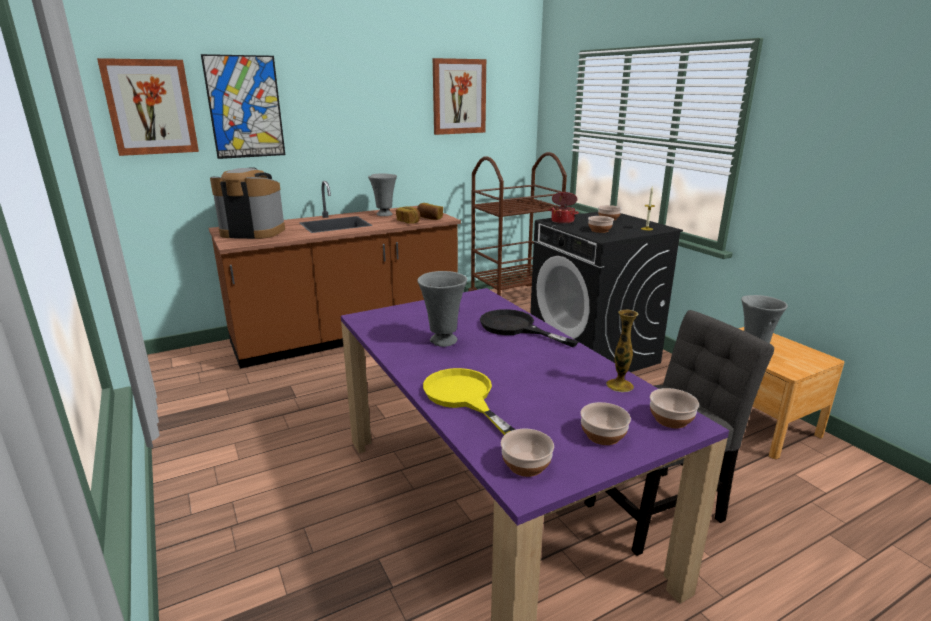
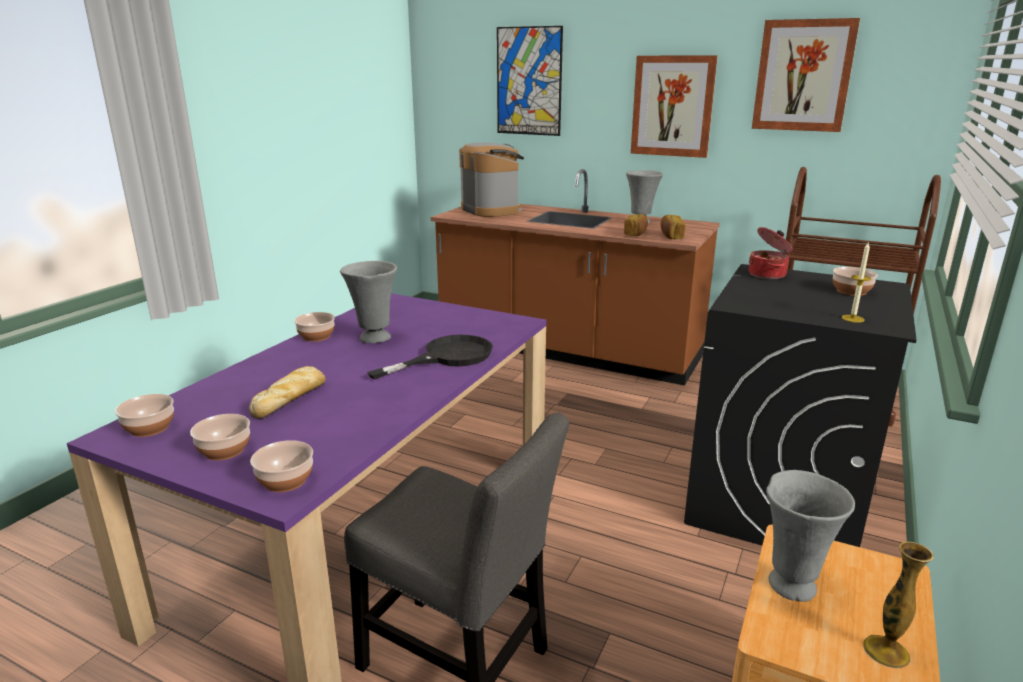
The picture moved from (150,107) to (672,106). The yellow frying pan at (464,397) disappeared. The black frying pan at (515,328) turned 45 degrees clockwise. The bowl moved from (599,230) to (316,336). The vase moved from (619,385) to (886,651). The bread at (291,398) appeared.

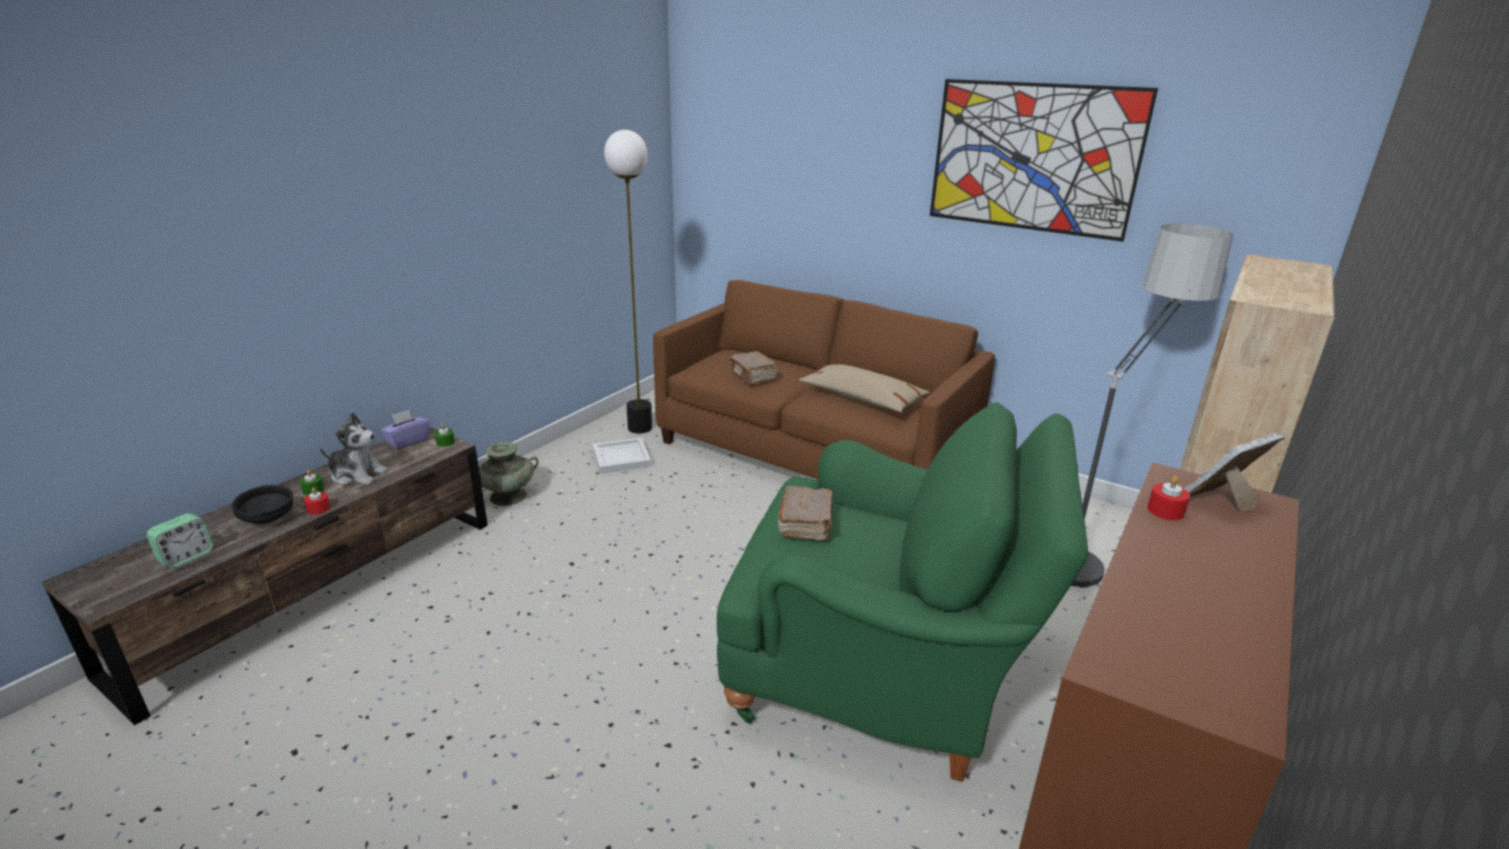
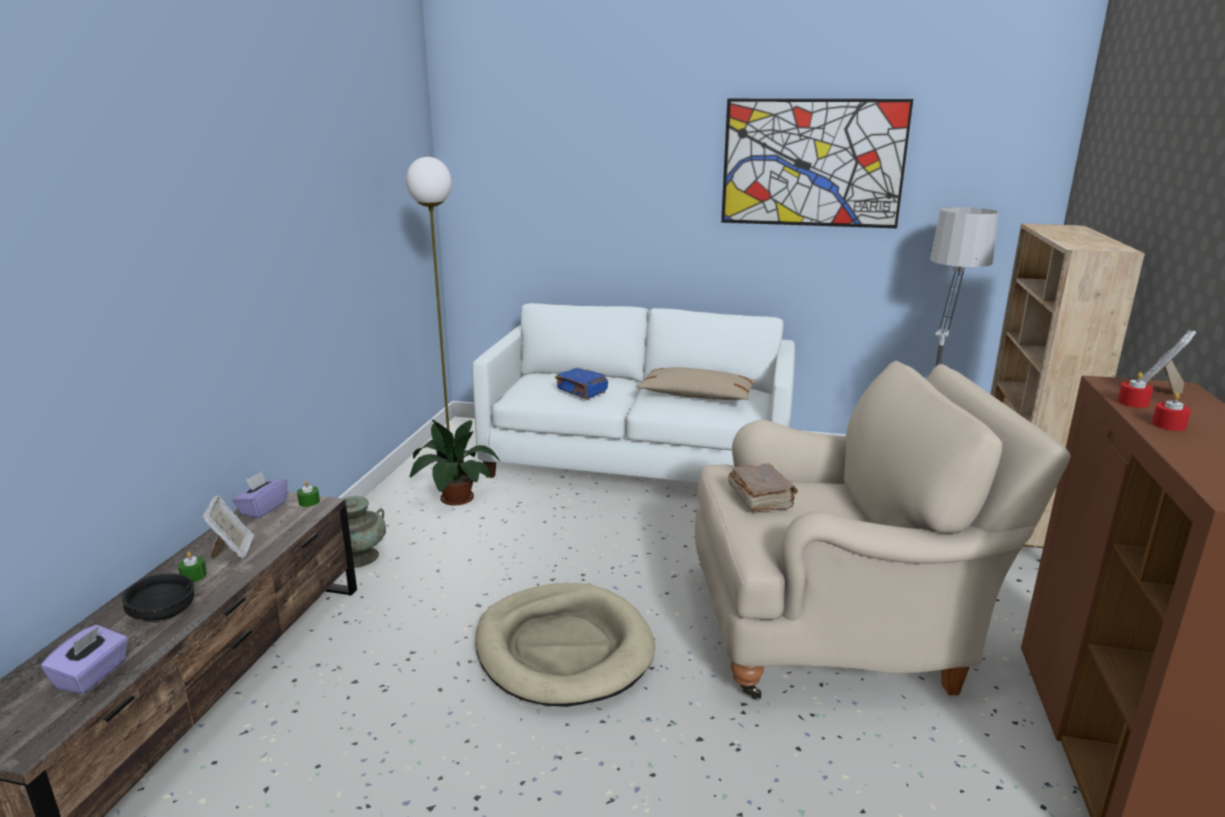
The alarm clock at (186,557) was replaced by the purple tissue box at (93,675). The red candle moved from (318,508) to (1168,425). The plush toy at (357,475) was replaced by the picture frame at (233,551). The white tray at (622,457) was replaced by the potted plant at (454,498). The brown sofa at (814,454) became the white sofa at (639,462). The green armchair at (882,676) became the beige armchair at (836,631). The brown book at (753,376) became the blue book at (582,391). The beige dog bed at (563,649) appeared.

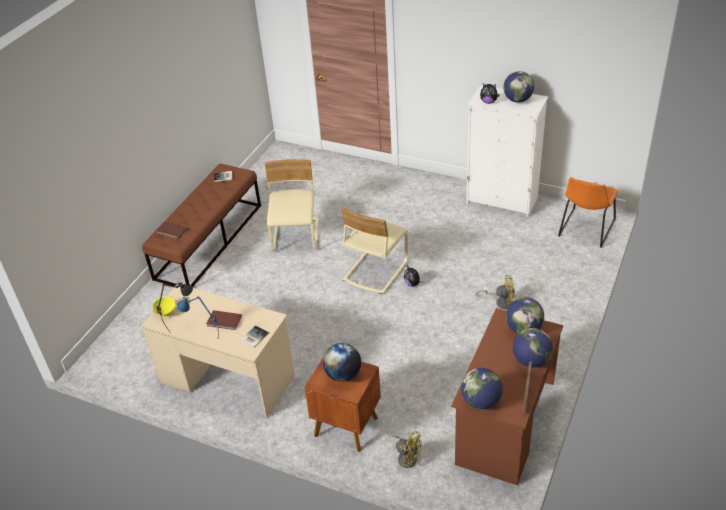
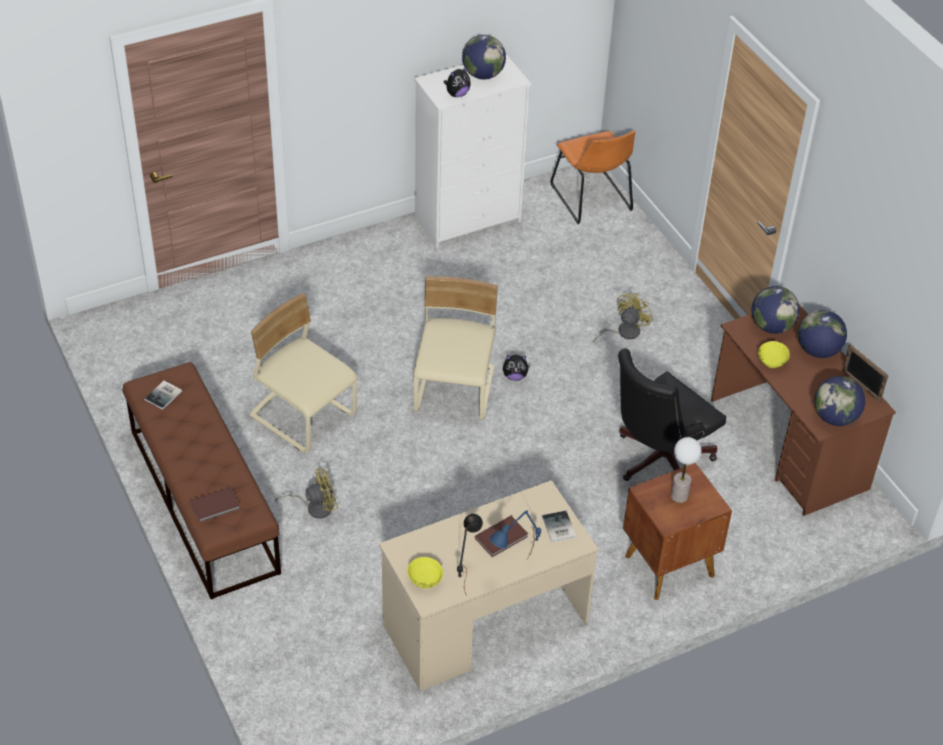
The globe at (343,375) was replaced by the table lamp at (679,496). The beige chair at (375,271) turned 150 degrees counterclockwise. The yellow fan moved from (406,456) to (314,507). The black office chair at (657,461) appeared. The yellow bowl at (771,363) appeared.

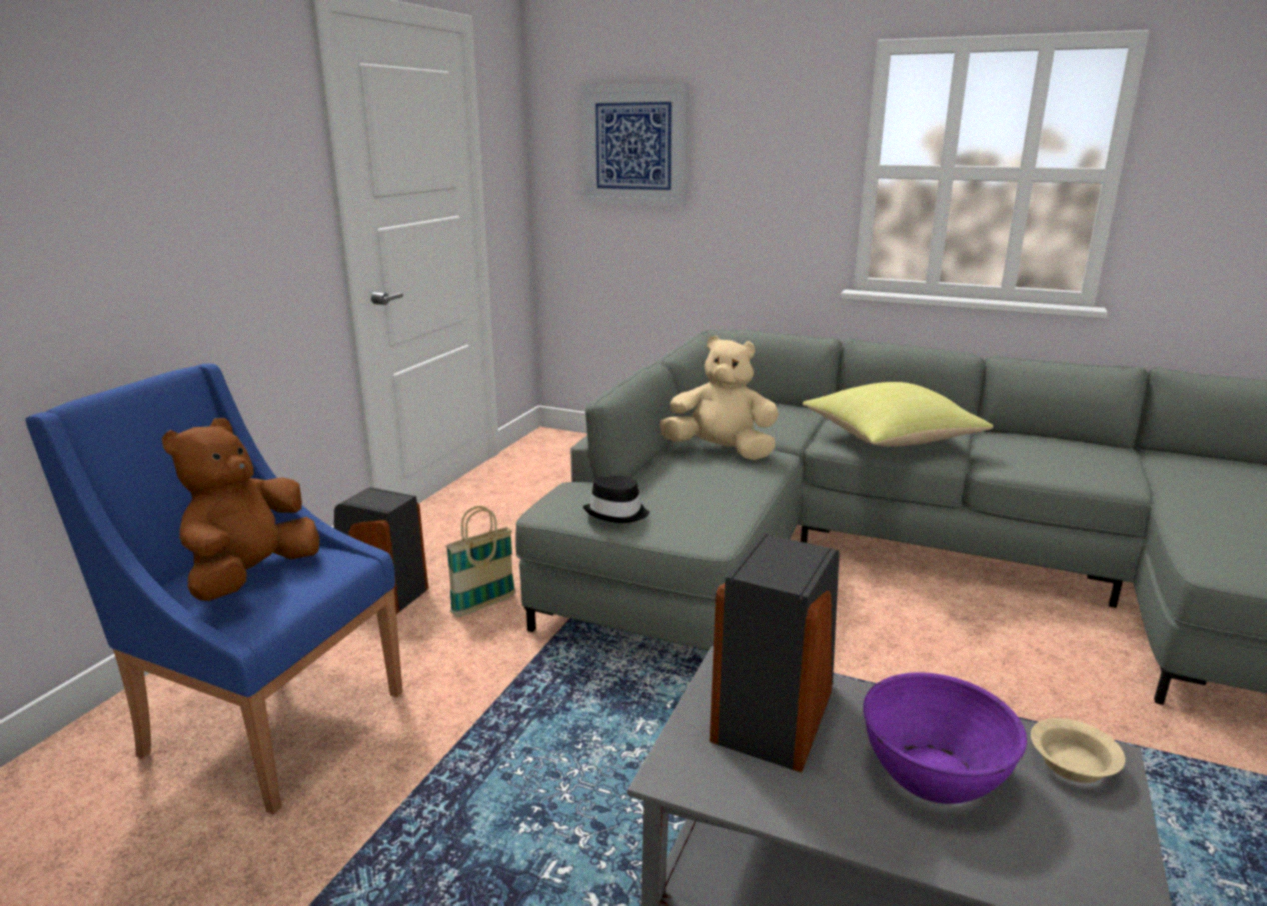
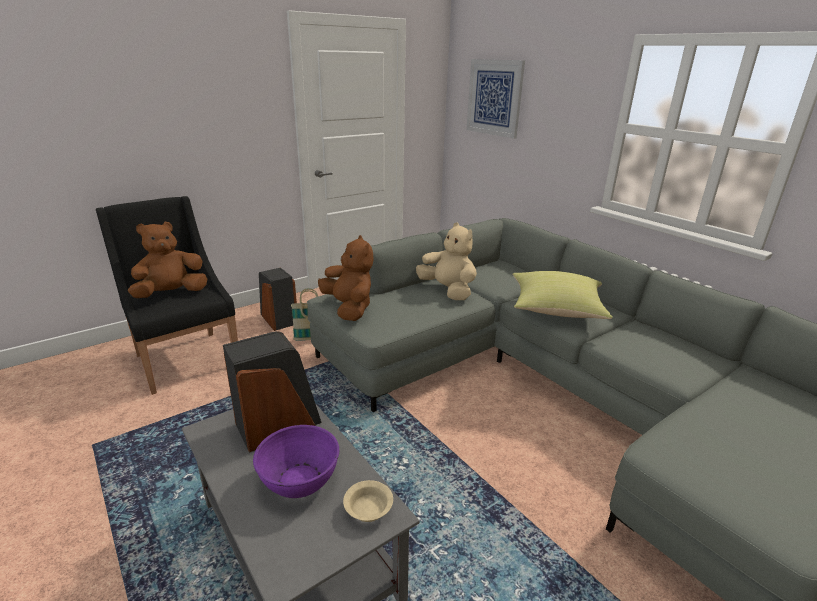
The blue armchair at (267,722) became the black armchair at (185,359). The black hat at (618,512) was replaced by the brown plush toy at (349,308).

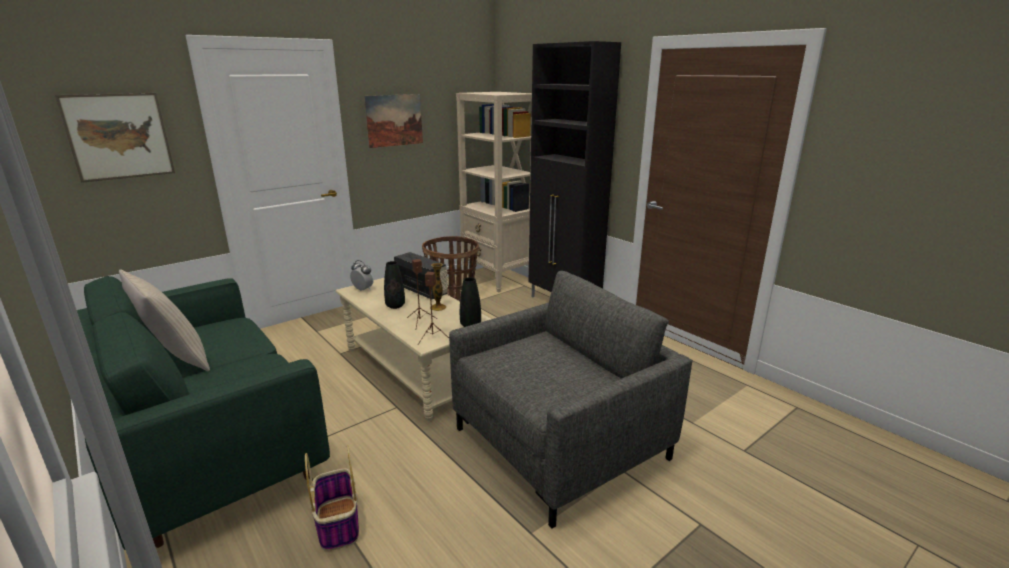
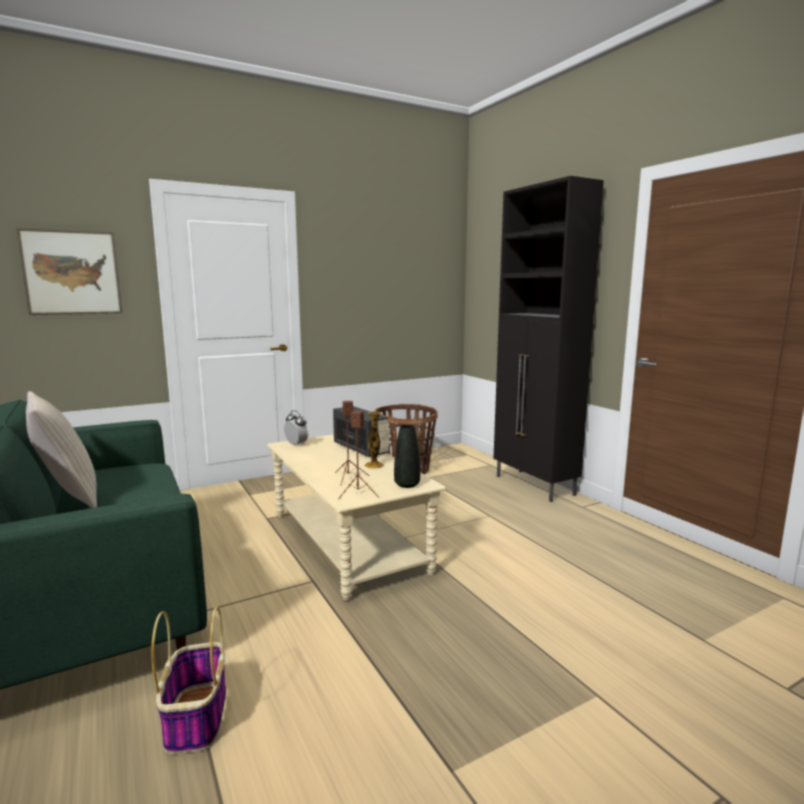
The picture at (394,120) disappeared. The black vase at (395,306) disappeared. The grey armchair at (560,444) disappeared. The beige bookcase at (498,278) disappeared.

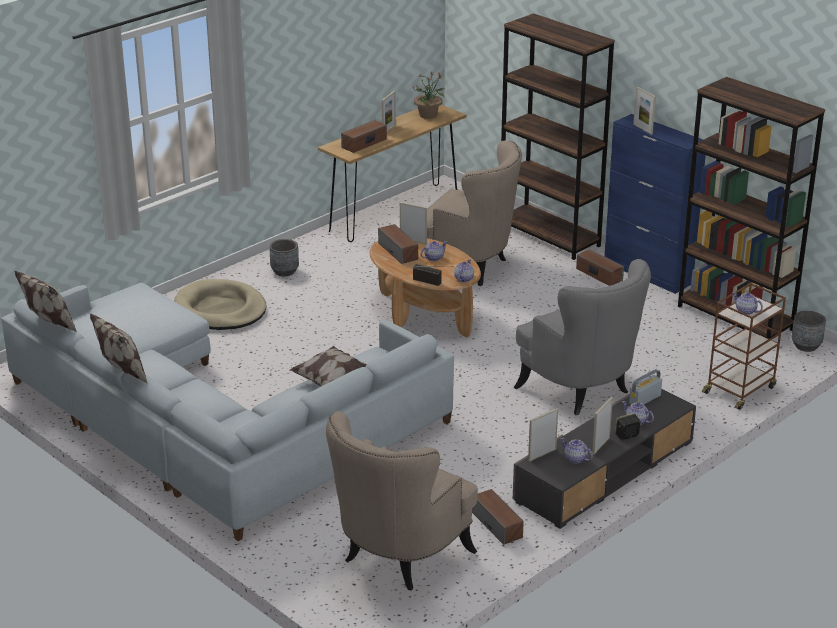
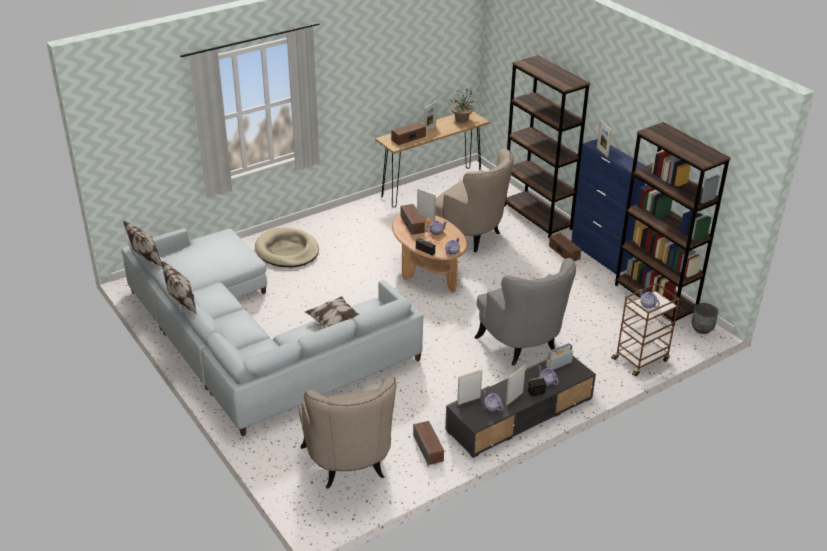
The grey planter at (285,271) disappeared. The beige armchair at (398,557) turned 60 degrees counterclockwise.

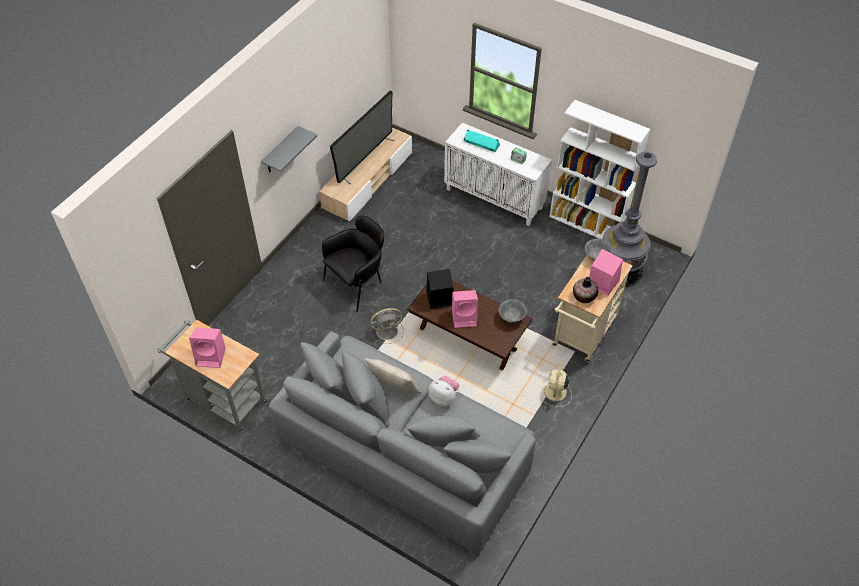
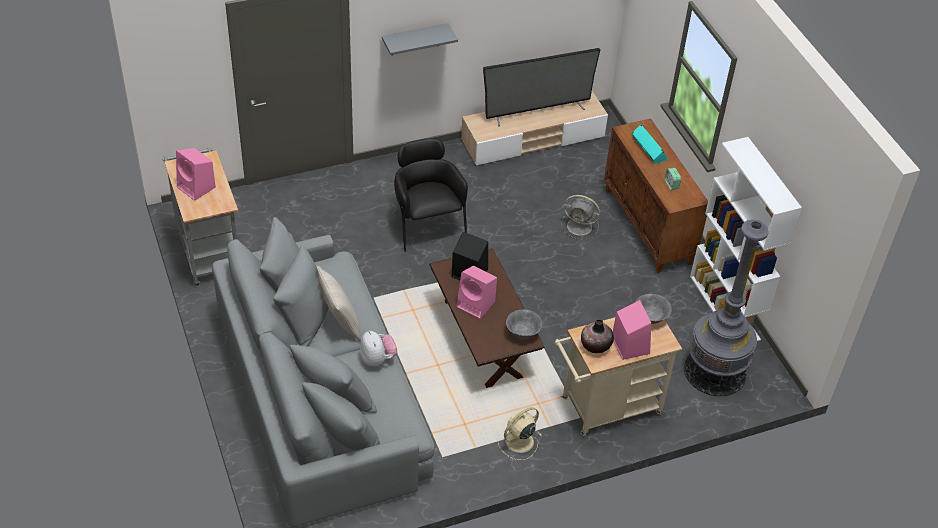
The black armchair at (357,283) turned 105 degrees counterclockwise. The grey fan moved from (388,331) to (580,227). The white cabinet at (495,198) became the brown cabinet at (648,226).

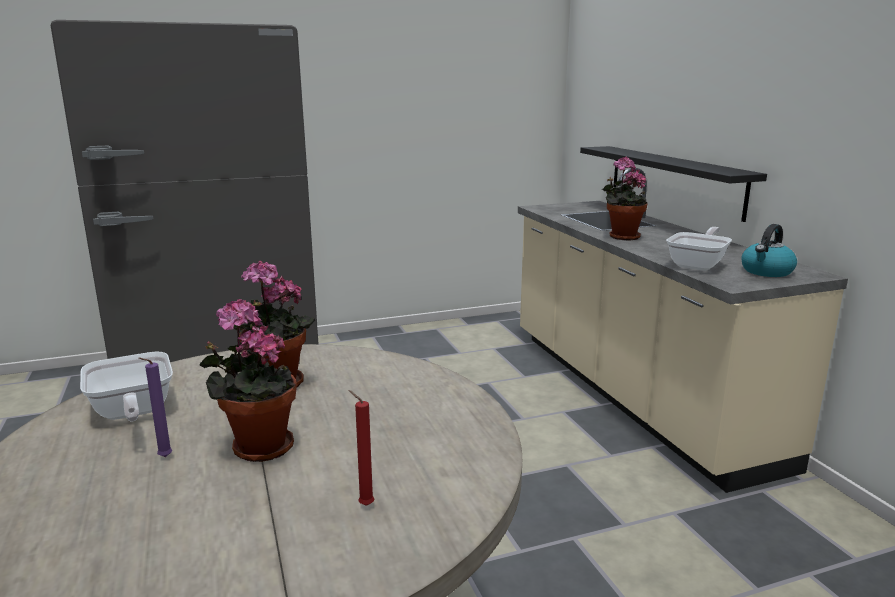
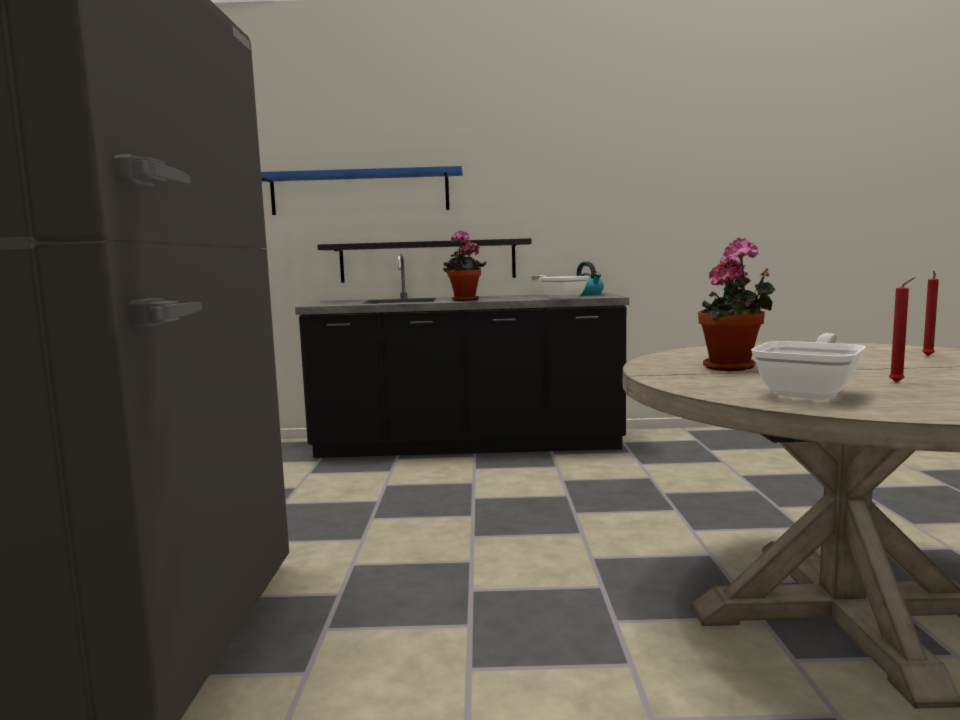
The frying pan at (132,413) turned 45 degrees counterclockwise. The purple candle at (163,458) became the red candle at (898,383). The potted plant at (257,447) disappeared. The beige counter at (632,394) became the black counter at (468,446). The blue shelf at (360,192) appeared.

